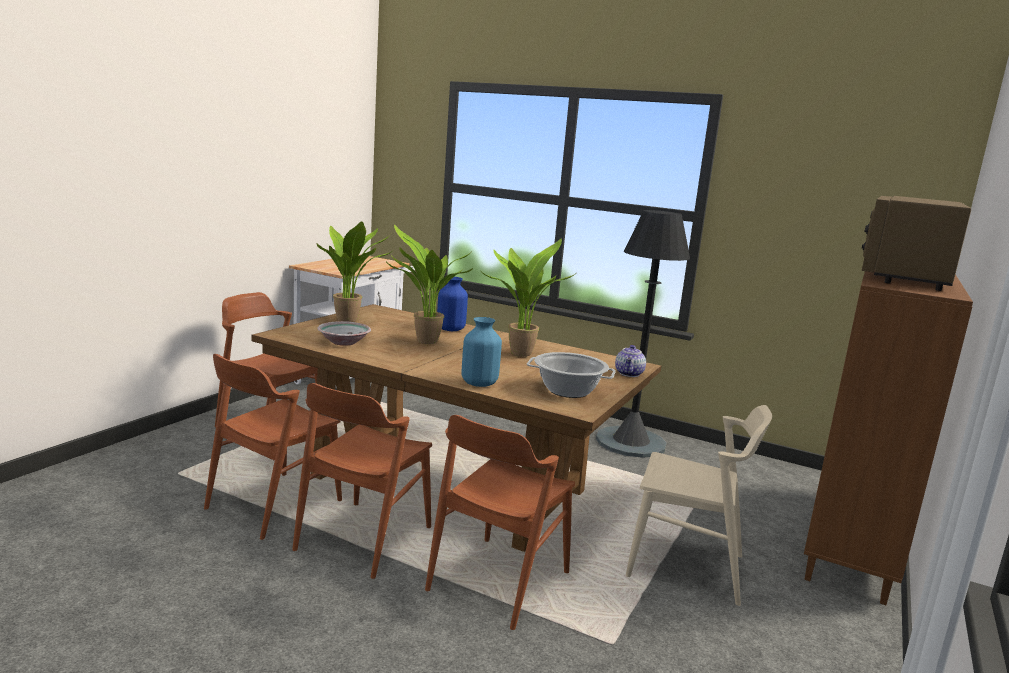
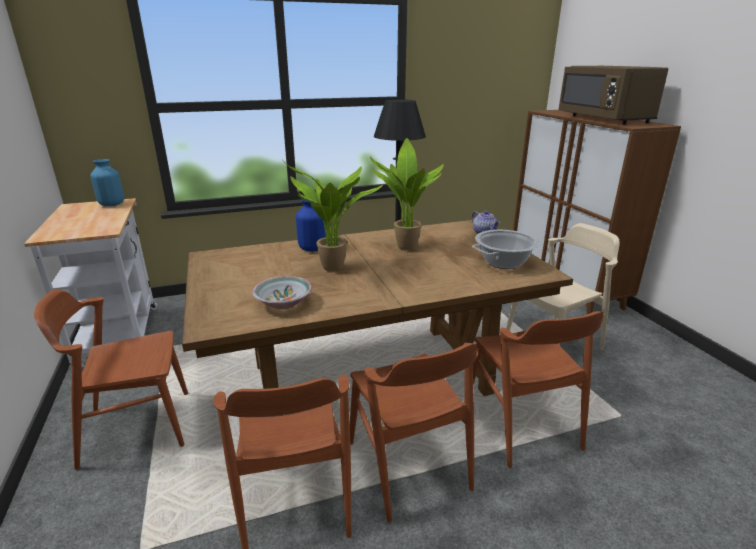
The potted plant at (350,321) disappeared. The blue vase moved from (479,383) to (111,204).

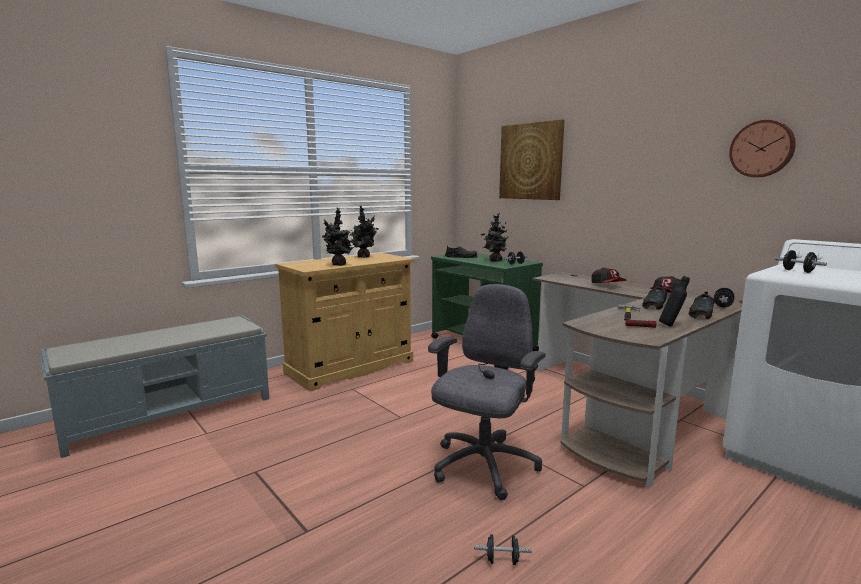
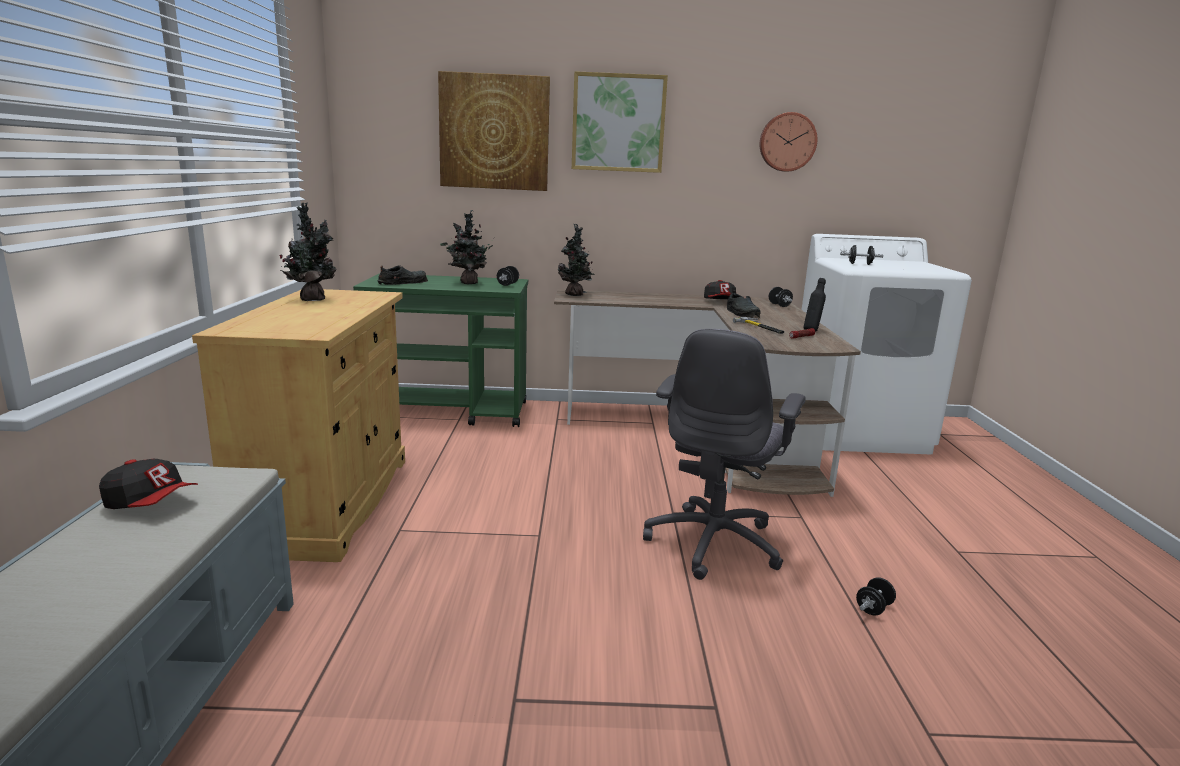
The potted plant moved from (338,265) to (575,295). The grey office chair at (483,467) turned 135 degrees counterclockwise. The cap moved from (607,285) to (151,503). The black shoe at (702,313) disappeared. The picture at (618,123) appeared.

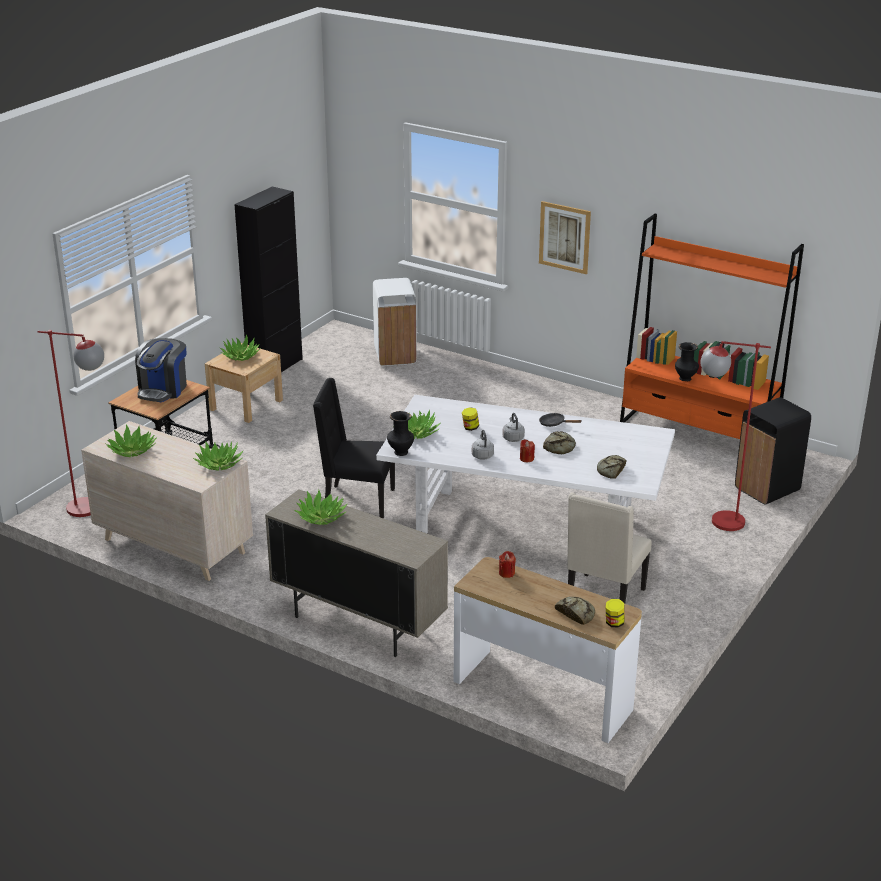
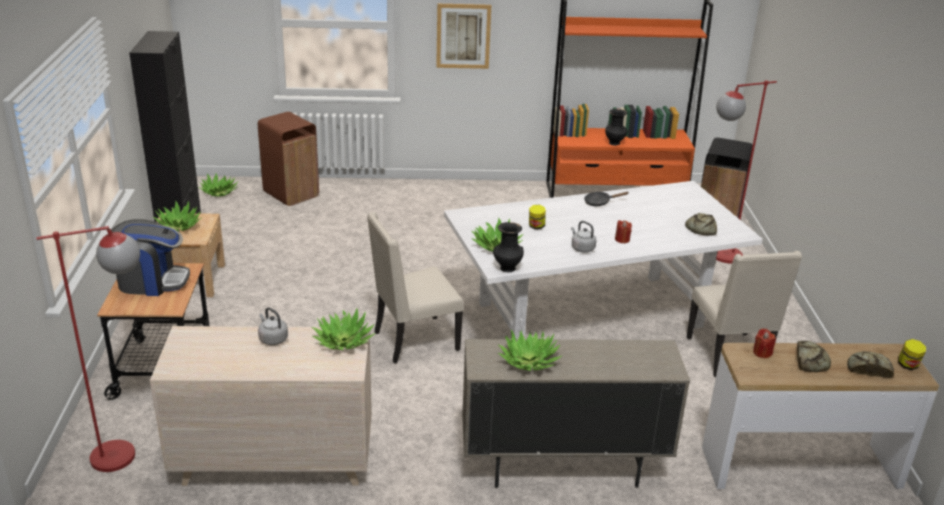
The potted plant moved from (132,450) to (219,192). The coffee machine at (163,390) turned 75 degrees counterclockwise. The black chair at (357,501) became the beige chair at (414,341). The white trash can at (395,355) became the brown trash can at (291,194). The grey kettle moved from (513,438) to (272,339). The bread moved from (560,447) to (810,361).

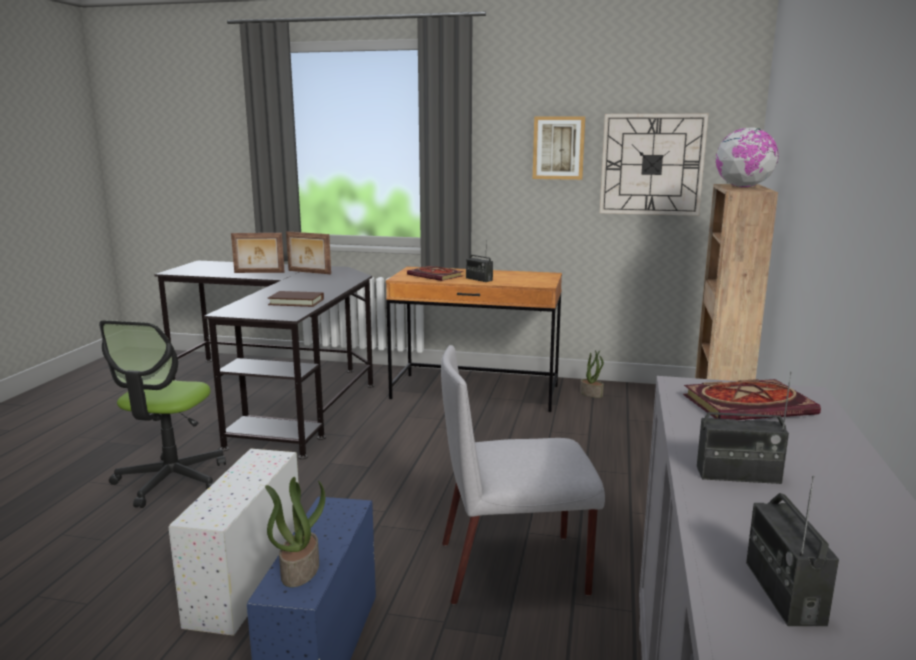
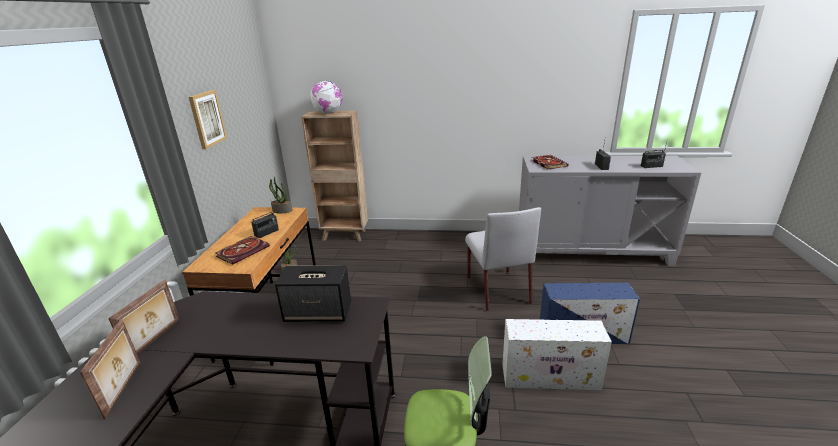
The potted plant moved from (299,570) to (282,211). The brown book at (296,302) was replaced by the speaker at (319,312). The wall clock at (652,164) disappeared.

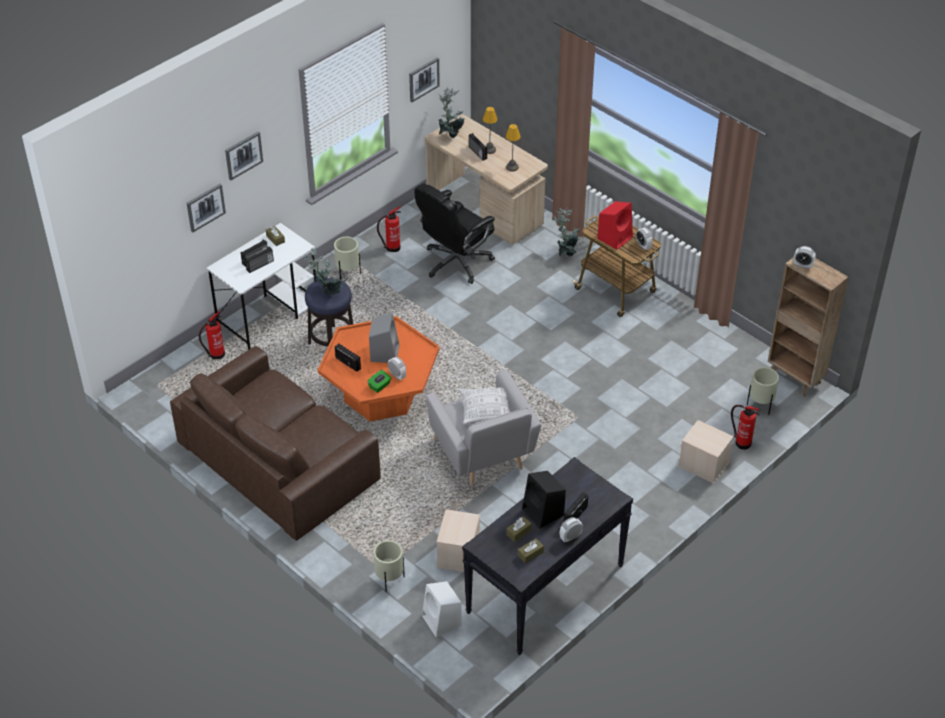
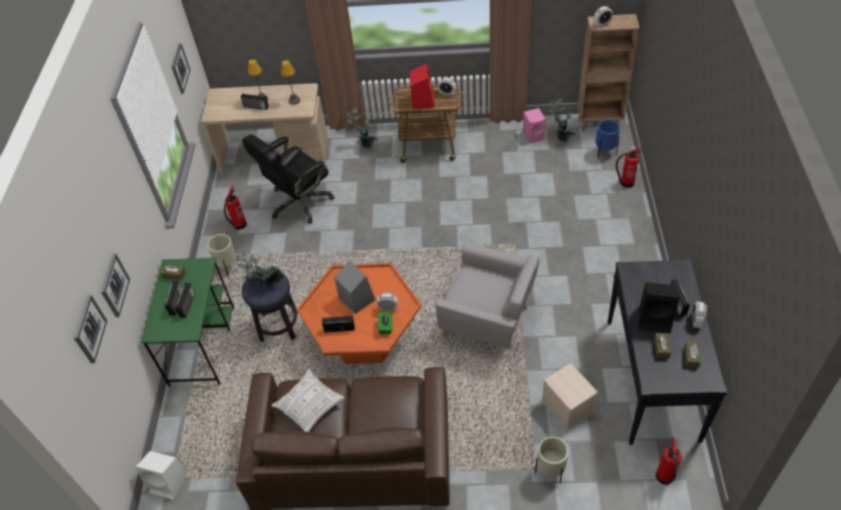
The fire extinguisher moved from (215,355) to (664,478). The white desk at (268,315) became the green desk at (202,345). The picture moved from (243,155) to (89,329). The black office chair at (456,262) turned 45 degrees clockwise. The white speaker moved from (442,621) to (168,483). The potted plant moved from (450,134) to (561,138). The pillow moved from (486,411) to (309,406). The beige storage box at (703,464) disappeared. The beige planter at (760,406) became the blue planter at (605,153). The pink speaker at (534,135) appeared.

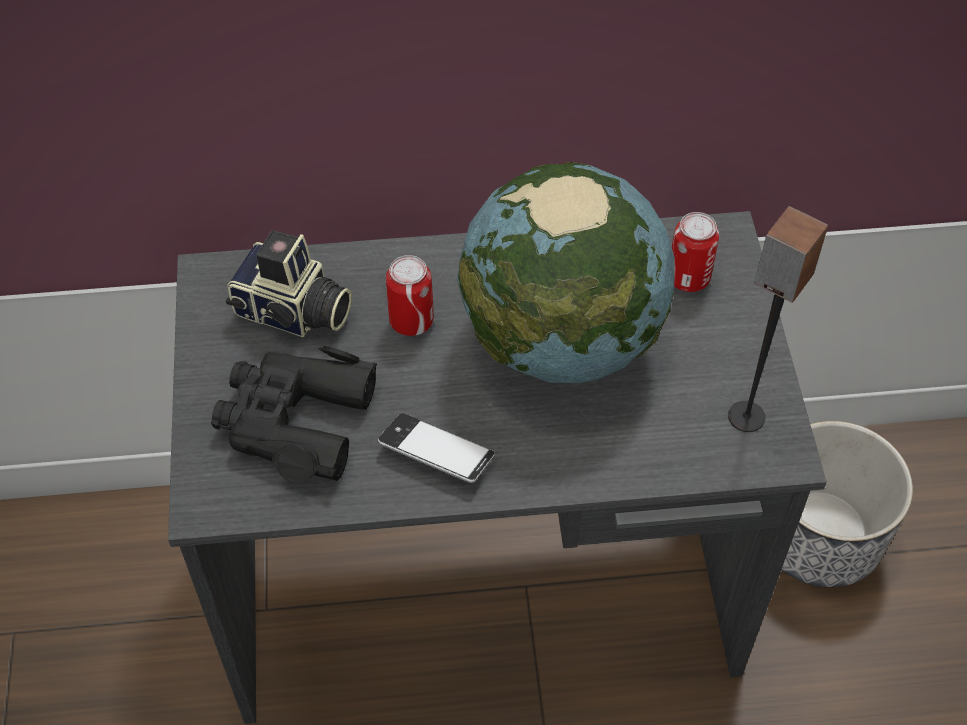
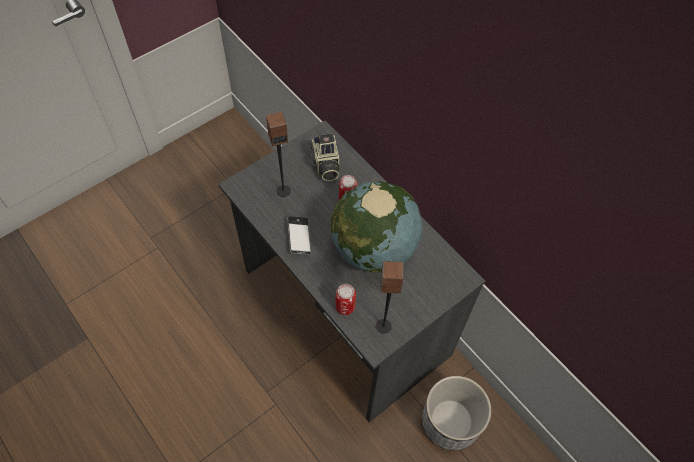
The black binoculars at (294,421) was replaced by the speaker at (283,190). The can moved from (688,278) to (345,306).

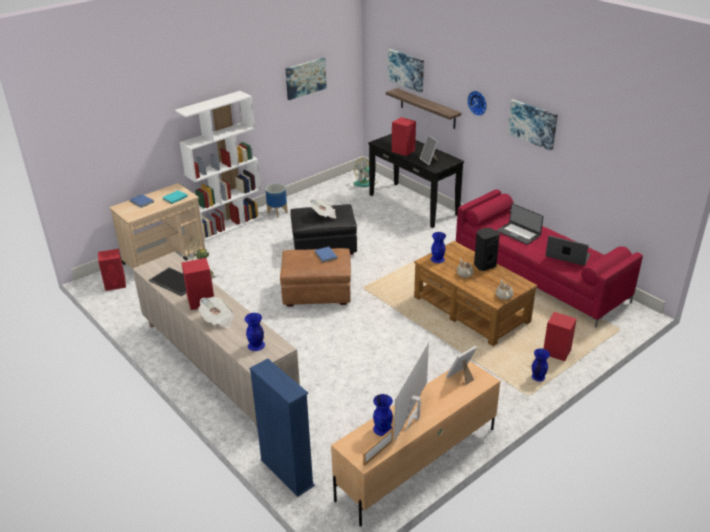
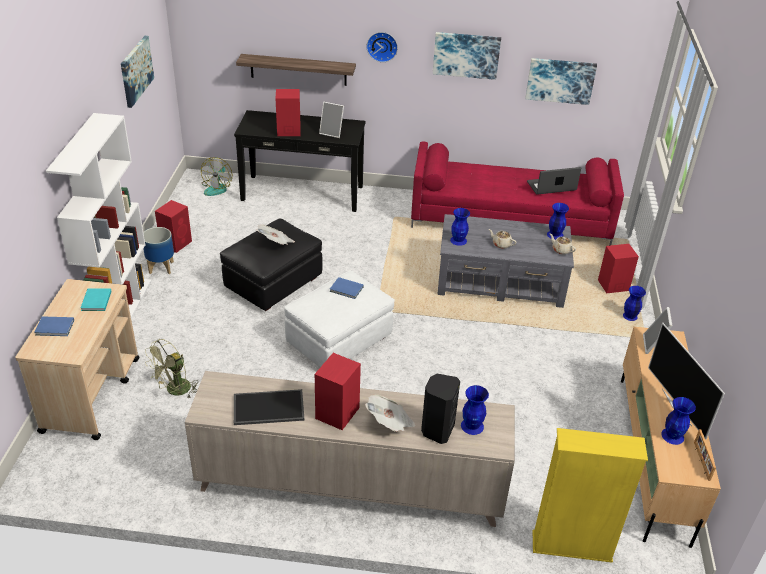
The red speaker moved from (116,284) to (176,243). The blue bookcase at (287,473) became the yellow bookcase at (571,547). The brown ottoman at (317,293) became the white ottoman at (339,341). The picture moved from (406,70) to (560,80). The brown coffee table at (471,310) became the grey coffee table at (501,281). The black speaker moved from (484,265) to (437,430). The laptop at (518,233) disappeared. The blue vase at (554,235) appeared.

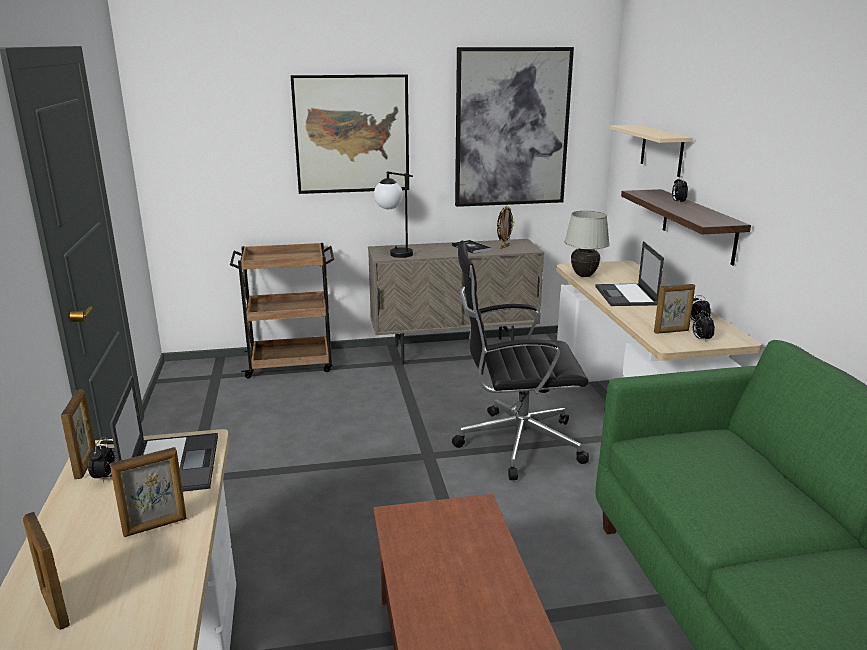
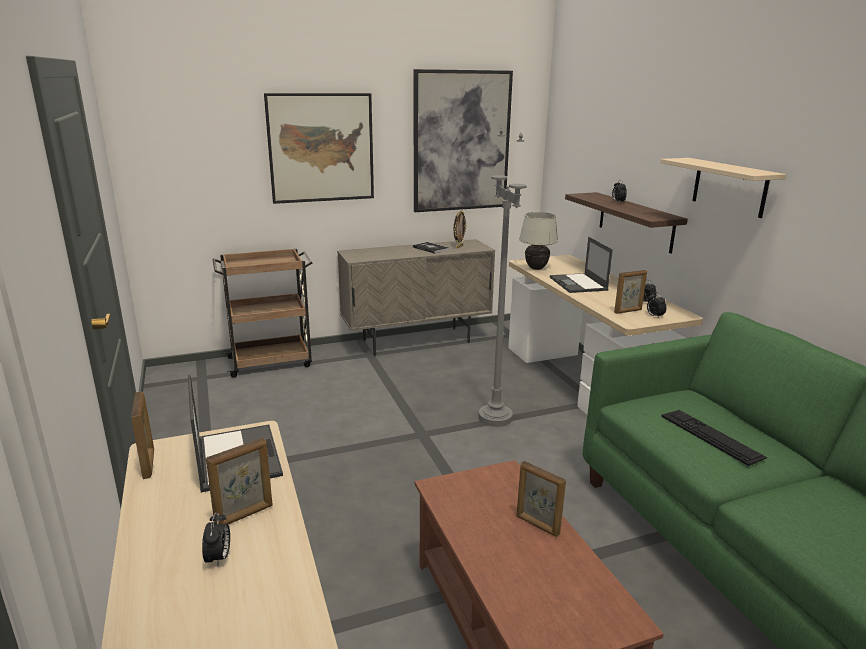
The picture frame moved from (55,608) to (537,525). The alarm clock moved from (107,477) to (219,558). The table lamp at (394,253) disappeared. The black office chair at (515,443) was replaced by the grey floor lamp at (495,417). The beige shelf moved from (662,150) to (729,187). The keyboard at (711,436) appeared.

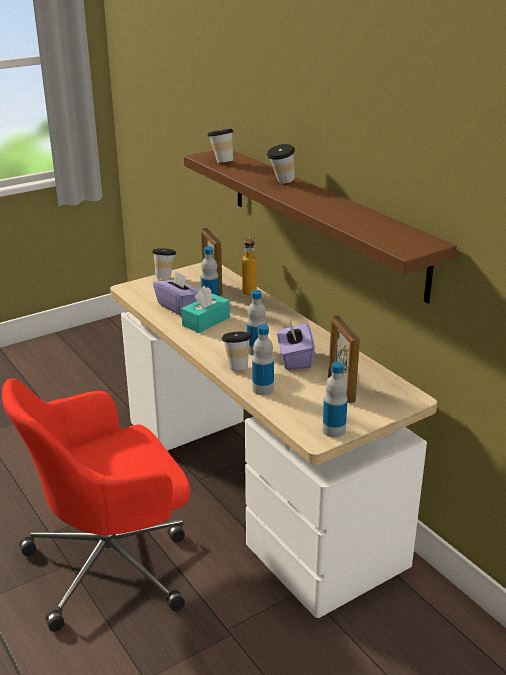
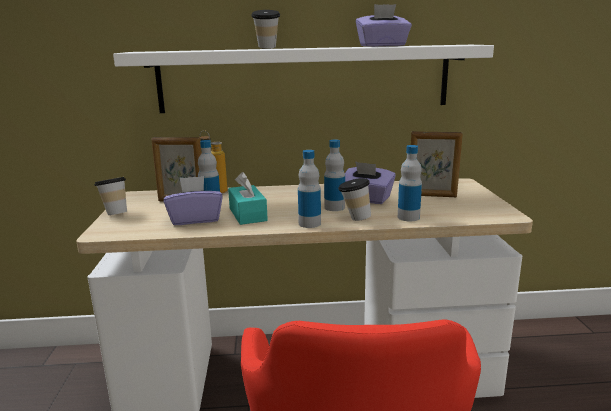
The brown shelf at (322,218) became the white shelf at (304,79). The cup at (221,161) disappeared. The bottle moved from (333,430) to (309,223). The purple tissue box at (382,46) appeared.

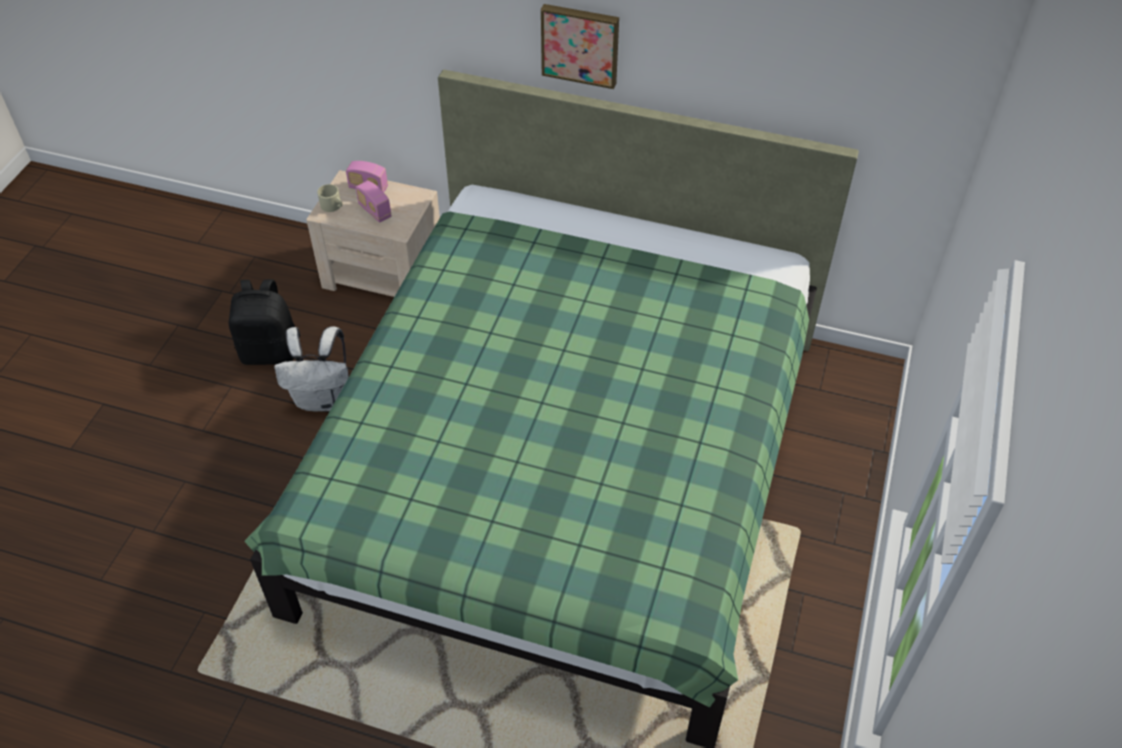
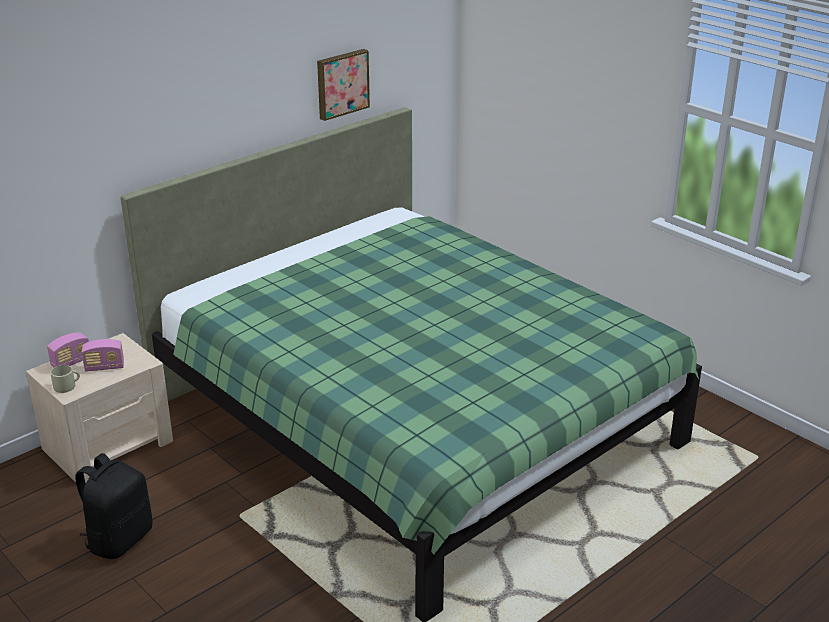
The white backpack at (323,399) disappeared. The picture moved from (580,44) to (341,83).

